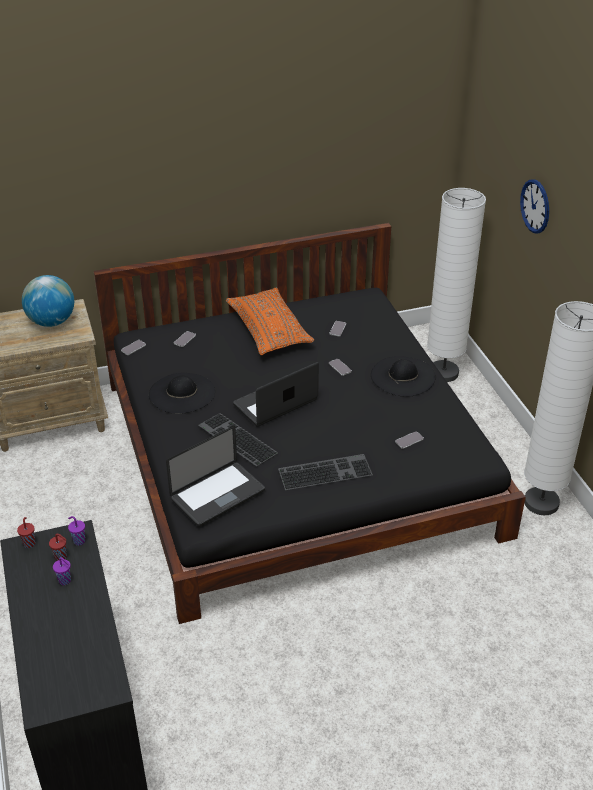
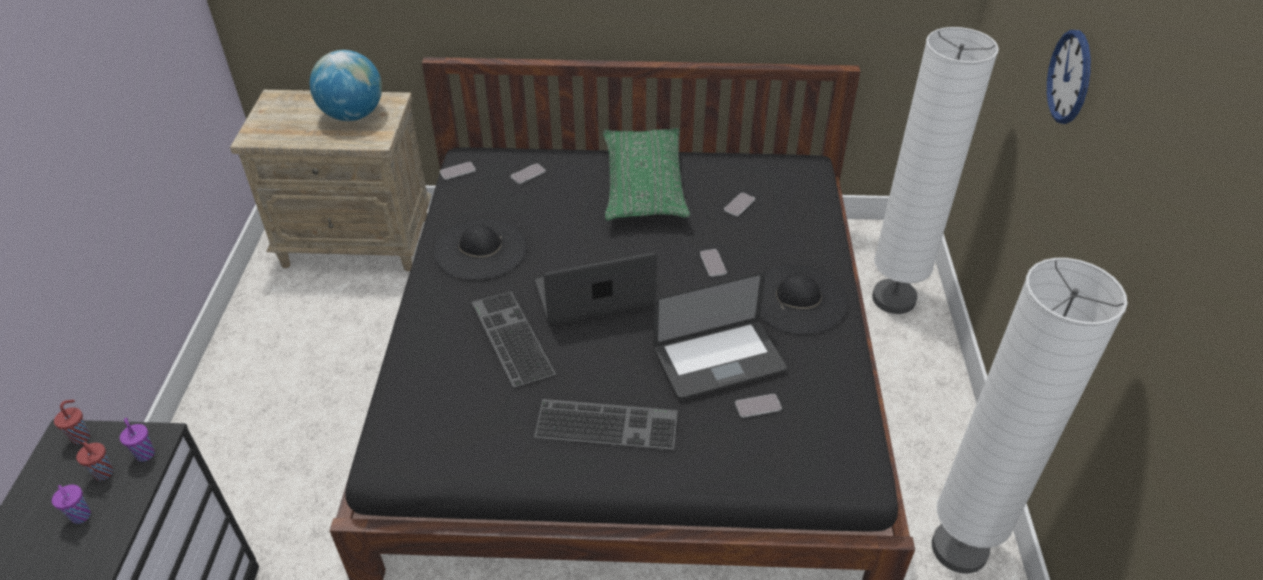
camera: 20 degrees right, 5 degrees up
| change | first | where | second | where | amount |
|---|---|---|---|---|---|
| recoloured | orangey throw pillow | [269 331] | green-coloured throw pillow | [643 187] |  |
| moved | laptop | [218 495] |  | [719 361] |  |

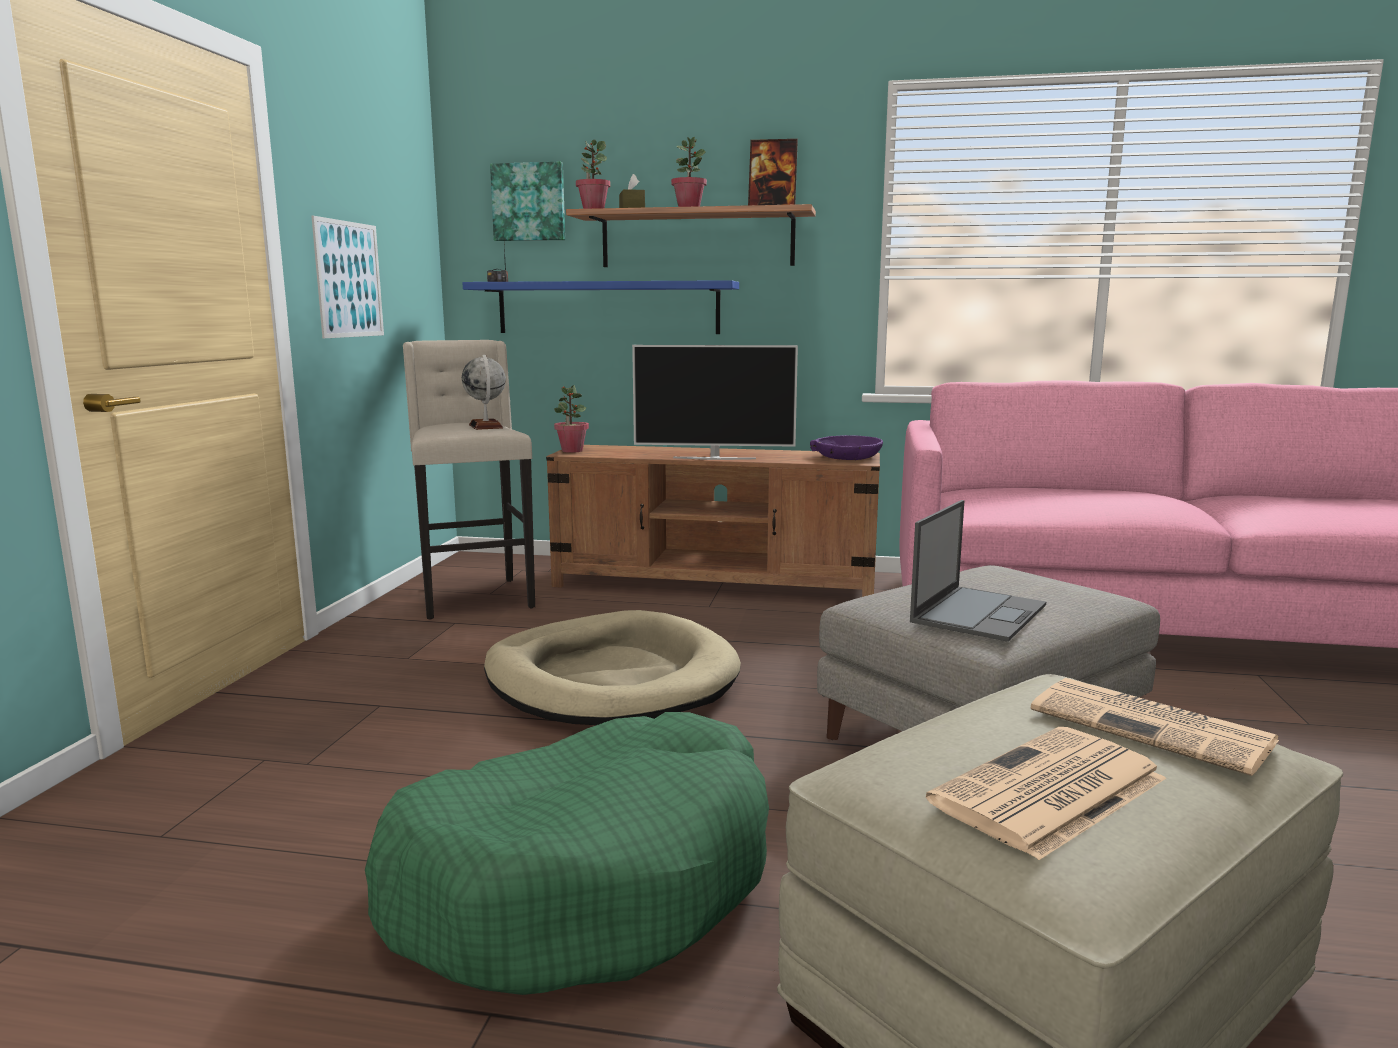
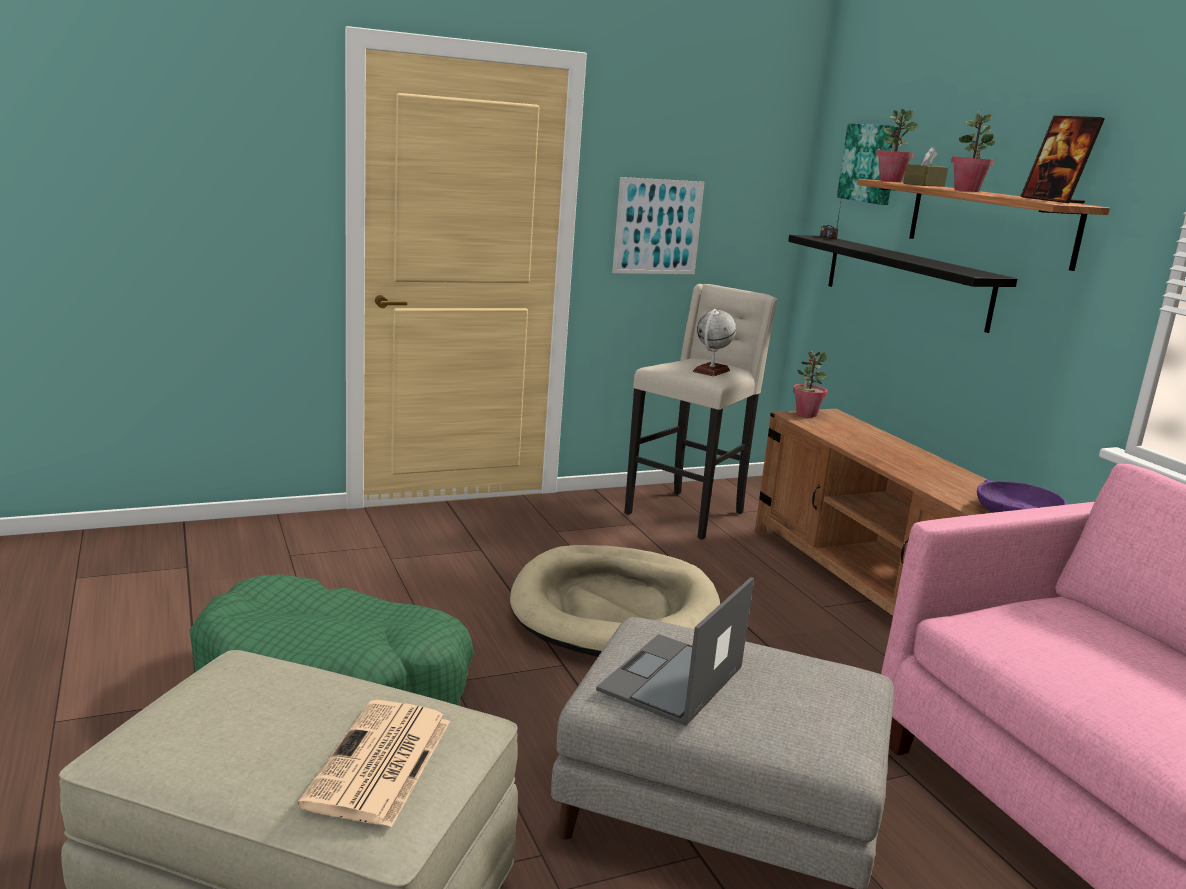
camera: 55 degrees right, 5 degrees up
| change | first | where | second | where | amount |
|---|---|---|---|---|---|
| turned | laptop | [979 613] |  | [671 680] | 120 degrees clockwise |
| recoloured | blue shelf | [607 308] | black-coloured shelf | [905 281] |  |
| removed | television | [714 458] |  |  |  |
| removed | daily paper | [1048 792] |  |  |  |

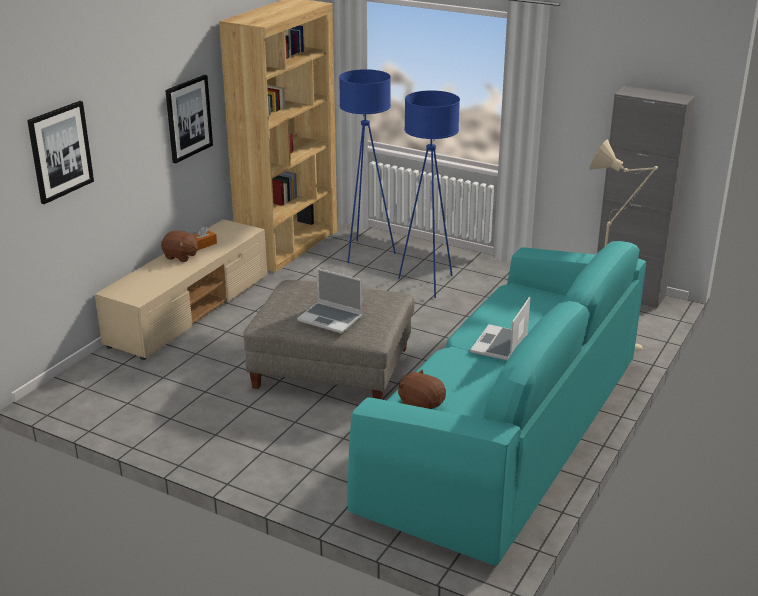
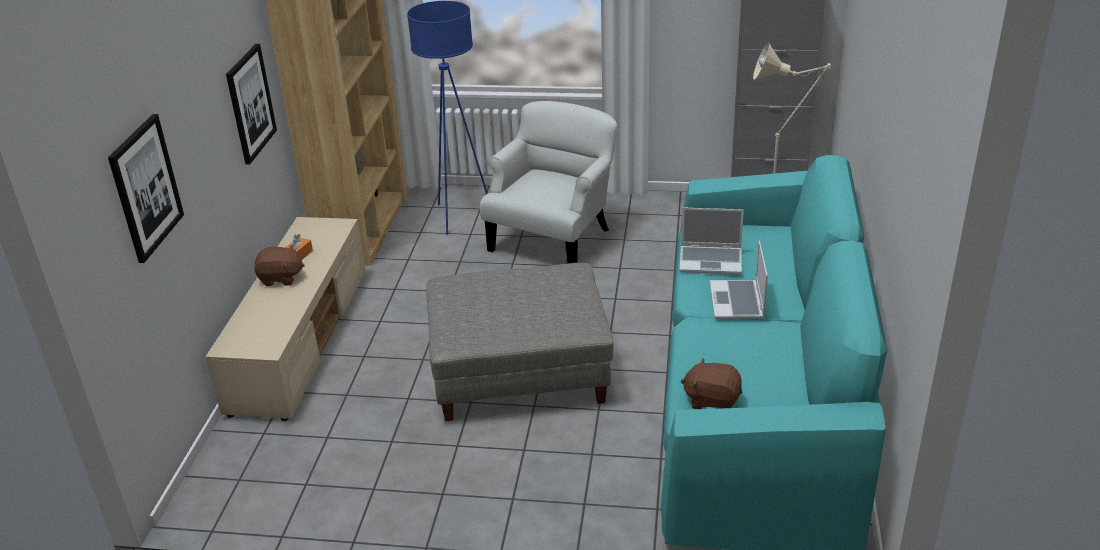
camera: 20 degrees left, 5 degrees up
| change | first | where | second | where | amount |
|---|---|---|---|---|---|
| replaced | blue standard lamp | [428 283] | whitish lounge chair | [553 239] |  |
| moved | laptop | [331 319] |  | [711 261] |  |

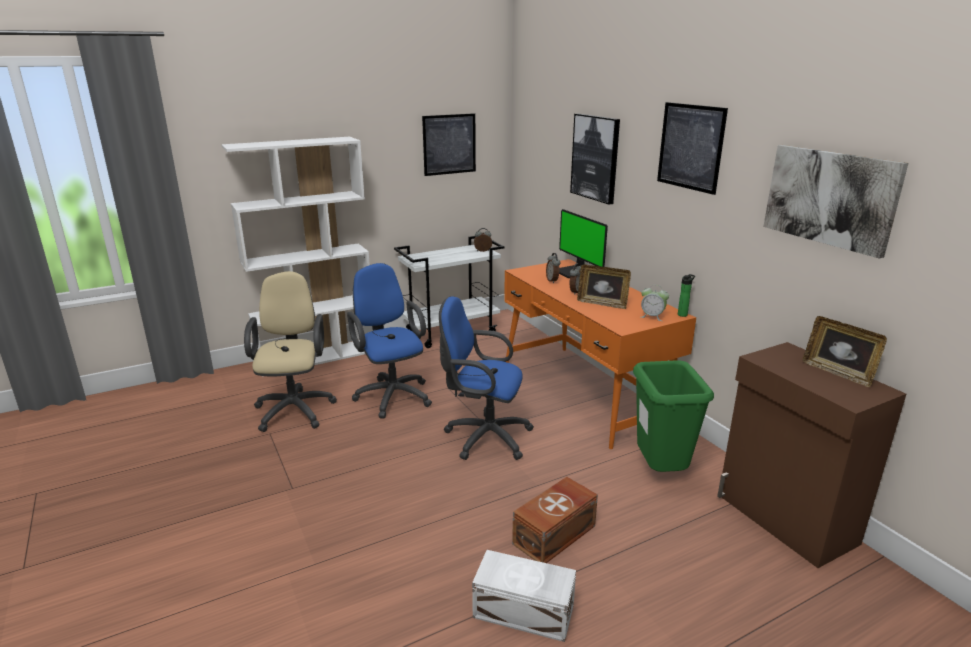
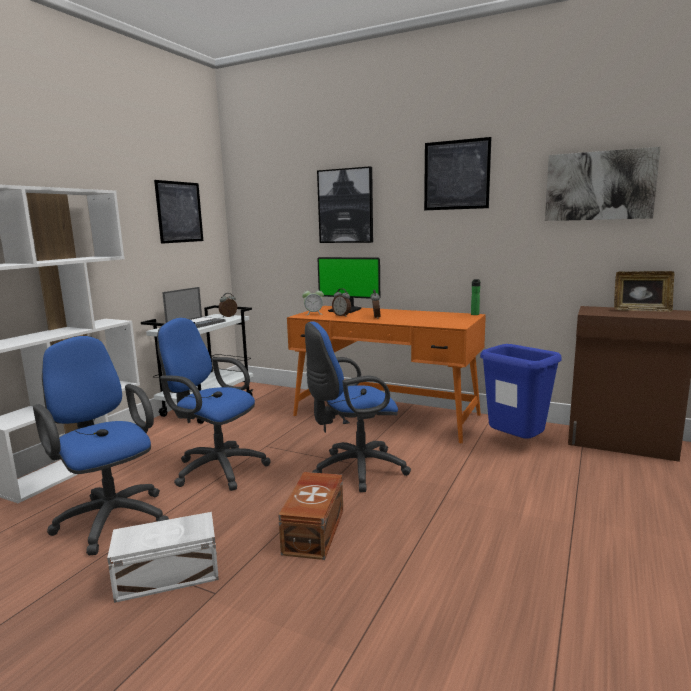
camera: 35 degrees left, 10 degrees down
| change | first | where | second | where | amount |
|---|---|---|---|---|---|
| recoloured | beige-coloured computer chair | [295 408] | blue computer chair | [111 517] |  |
| moved | whitish storage box | [524 612] |  | [169 576] |  |
| added |  |  | laptop | [196 323] |  |
| moved | brown-coloured storage box | [556 535] |  | [315 530] |  |
| moved | alarm clock | [652 317] |  | [313 314] |  |
| recoloured | green-coloured waste bin | [660 473] | blue waste bin | [515 445] |  |
| removed | picture frame | [602 303] |  |  |  |

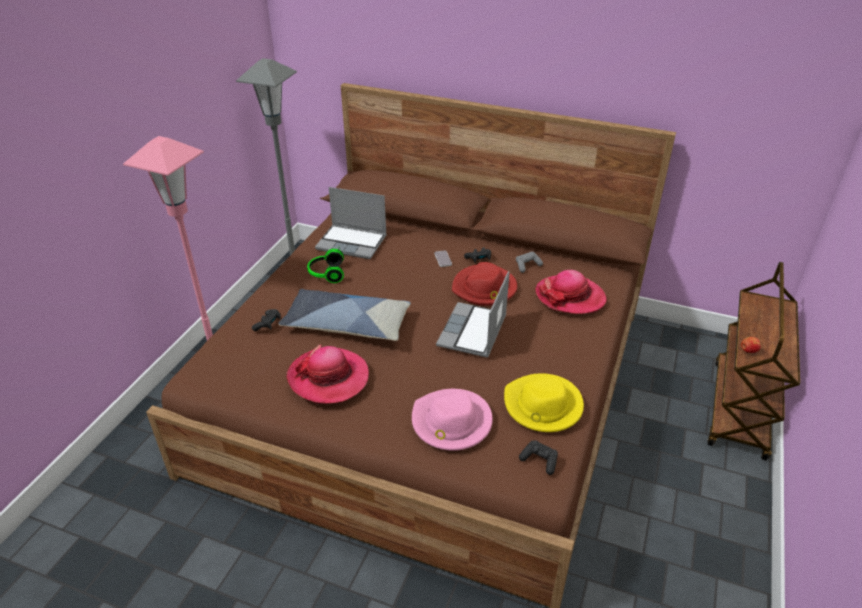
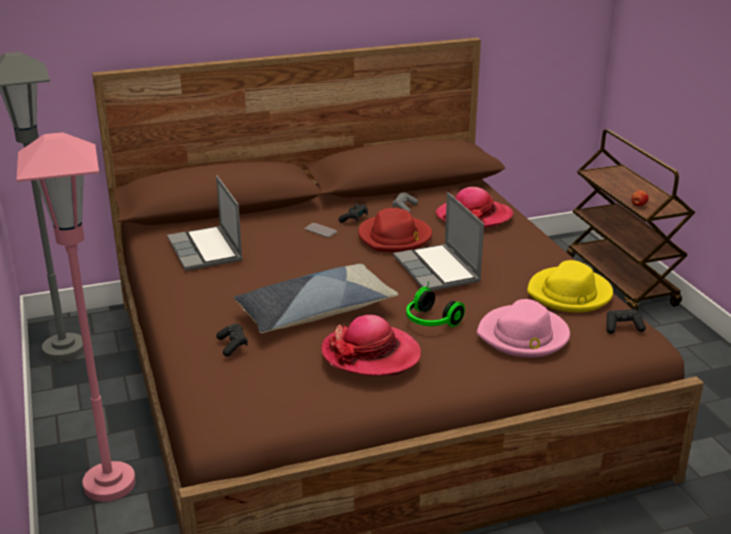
camera: 40 degrees left, 10 degrees down
| change | first | where | second | where | amount |
|---|---|---|---|---|---|
| turned | laptop | [353 242] |  | [206 250] | 90 degrees clockwise |
| moved | headphones | [326 273] |  | [430 322] |  |

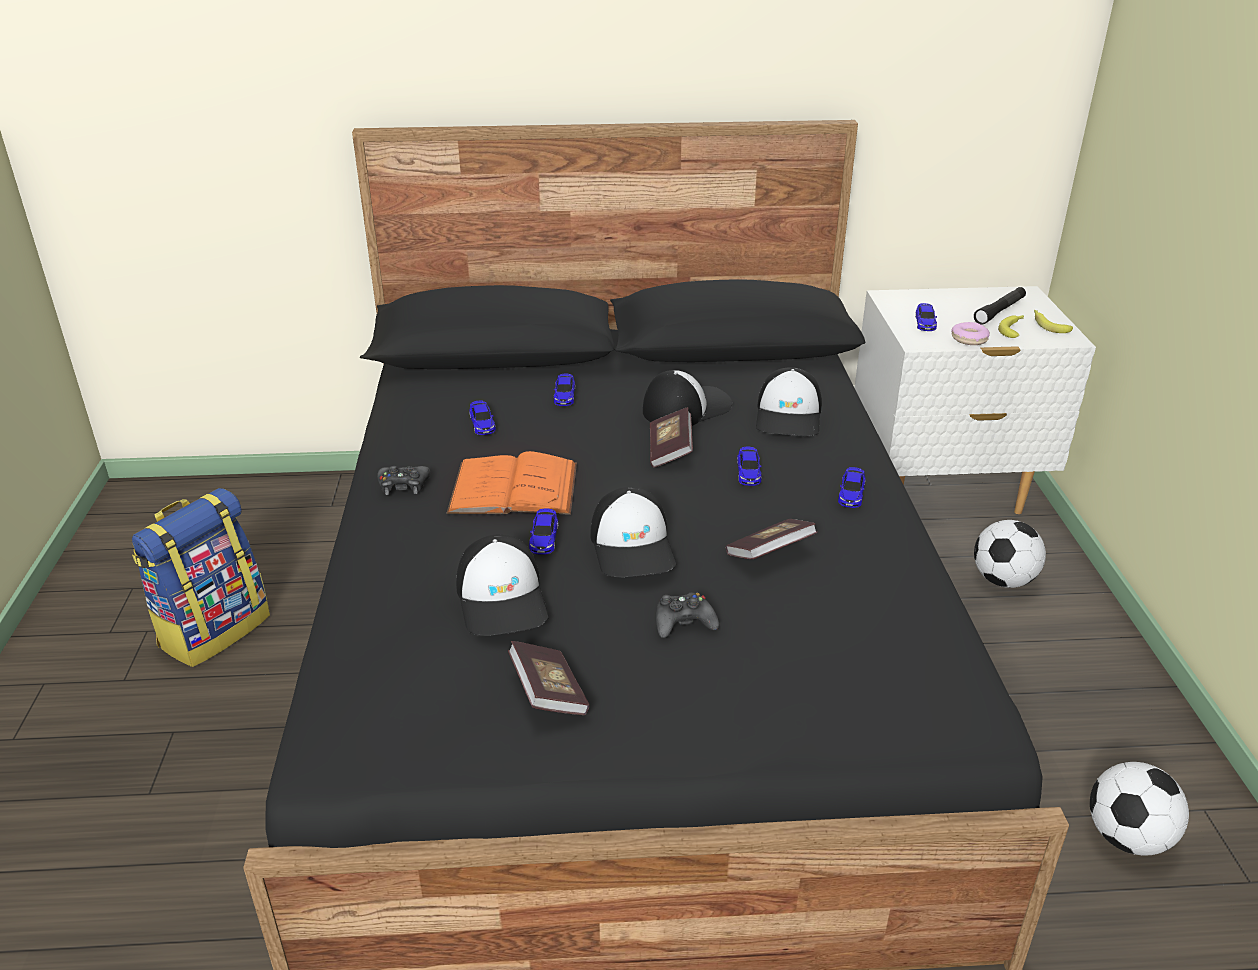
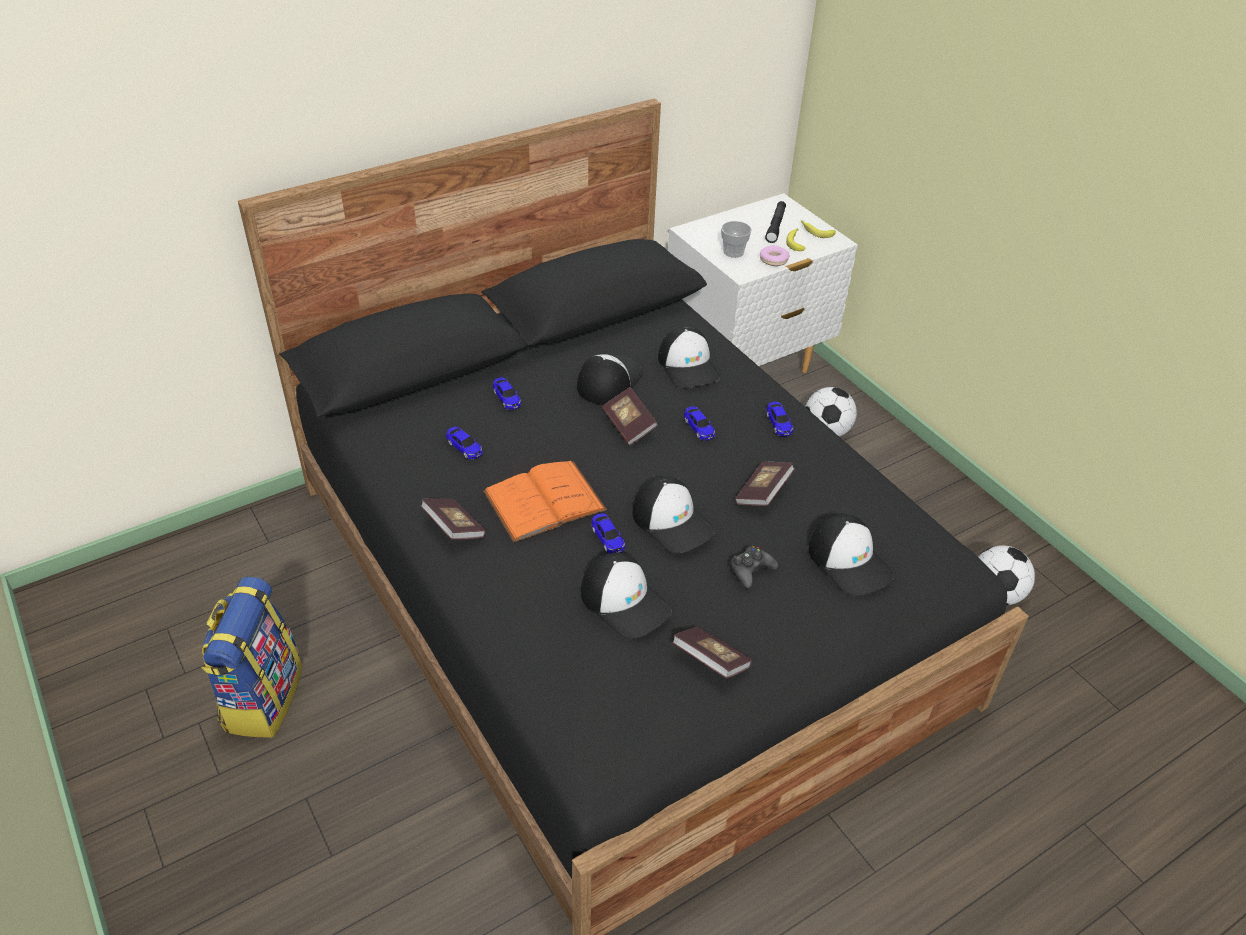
camera: 30 degrees left, 10 degrees up
| change | first | where | second | where | amount |
|---|---|---|---|---|---|
| replaced | black-coloured joypad | [403 485] | book | [454 528] |  |
| replaced | toy car | [925 323] | cup | [733 252] |  |
| added |  |  | baseball cap | [850 562] |  |

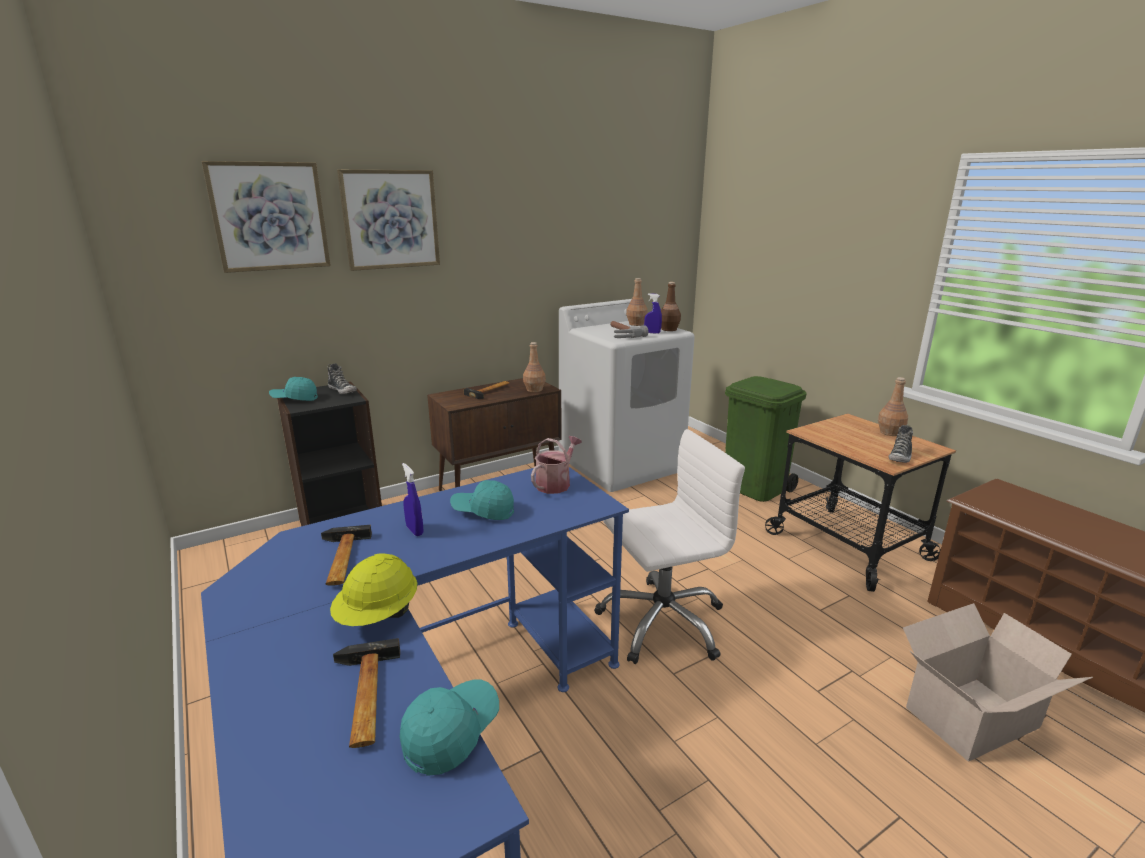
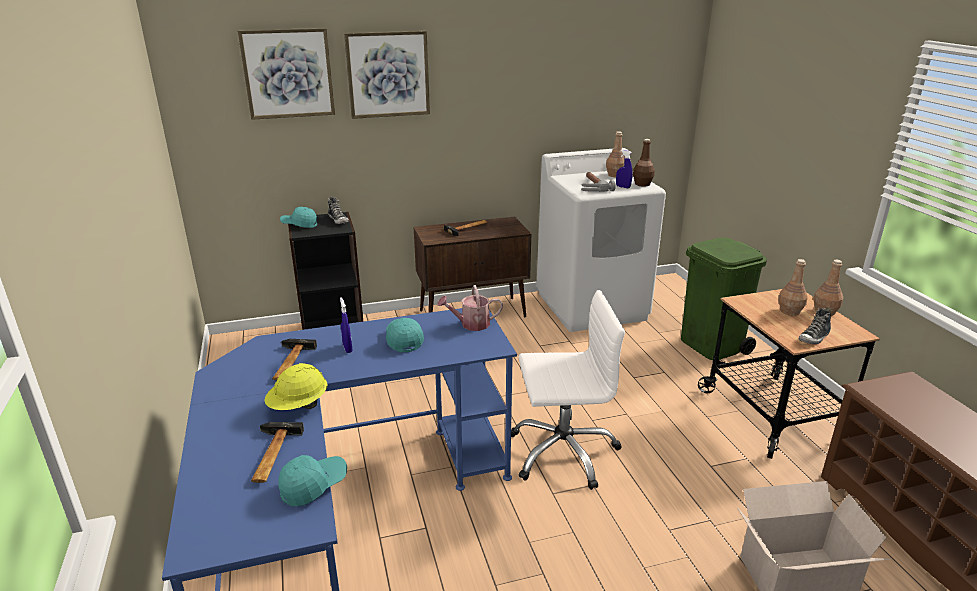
camera: 15 degrees right, 5 degrees up
| change | first | where | second | where | amount |
|---|---|---|---|---|---|
| turned | turquoise-coloured baseball cap | [483 511] |  | [403 340] | 45 degrees clockwise |
| turned | sprinkling can | [556 483] |  | [471 324] | 150 degrees counterclockwise |
| moved | brown-coloured beverage bottle | [534 389] |  | [790 311] |  |

